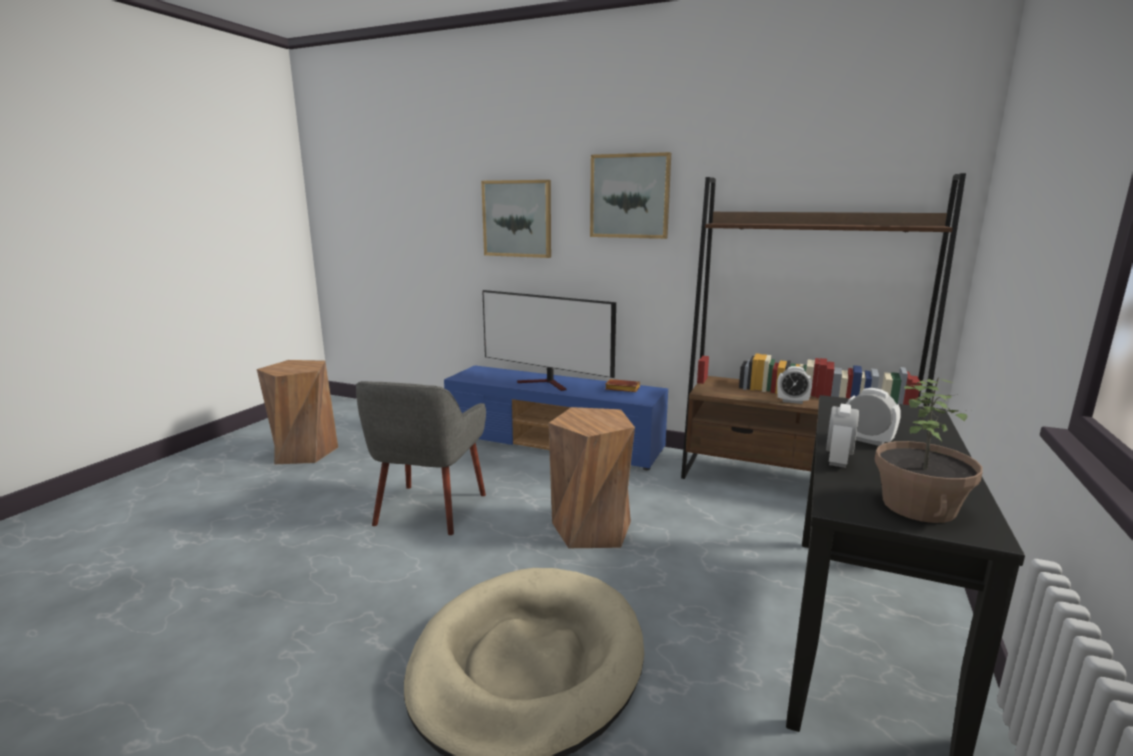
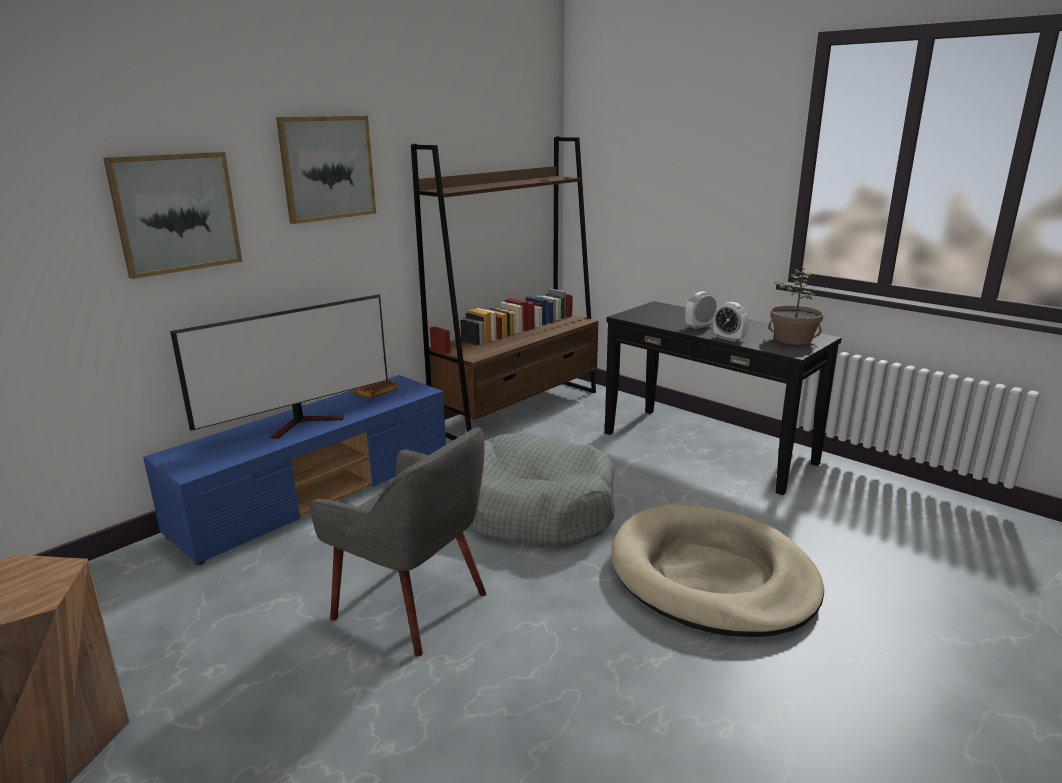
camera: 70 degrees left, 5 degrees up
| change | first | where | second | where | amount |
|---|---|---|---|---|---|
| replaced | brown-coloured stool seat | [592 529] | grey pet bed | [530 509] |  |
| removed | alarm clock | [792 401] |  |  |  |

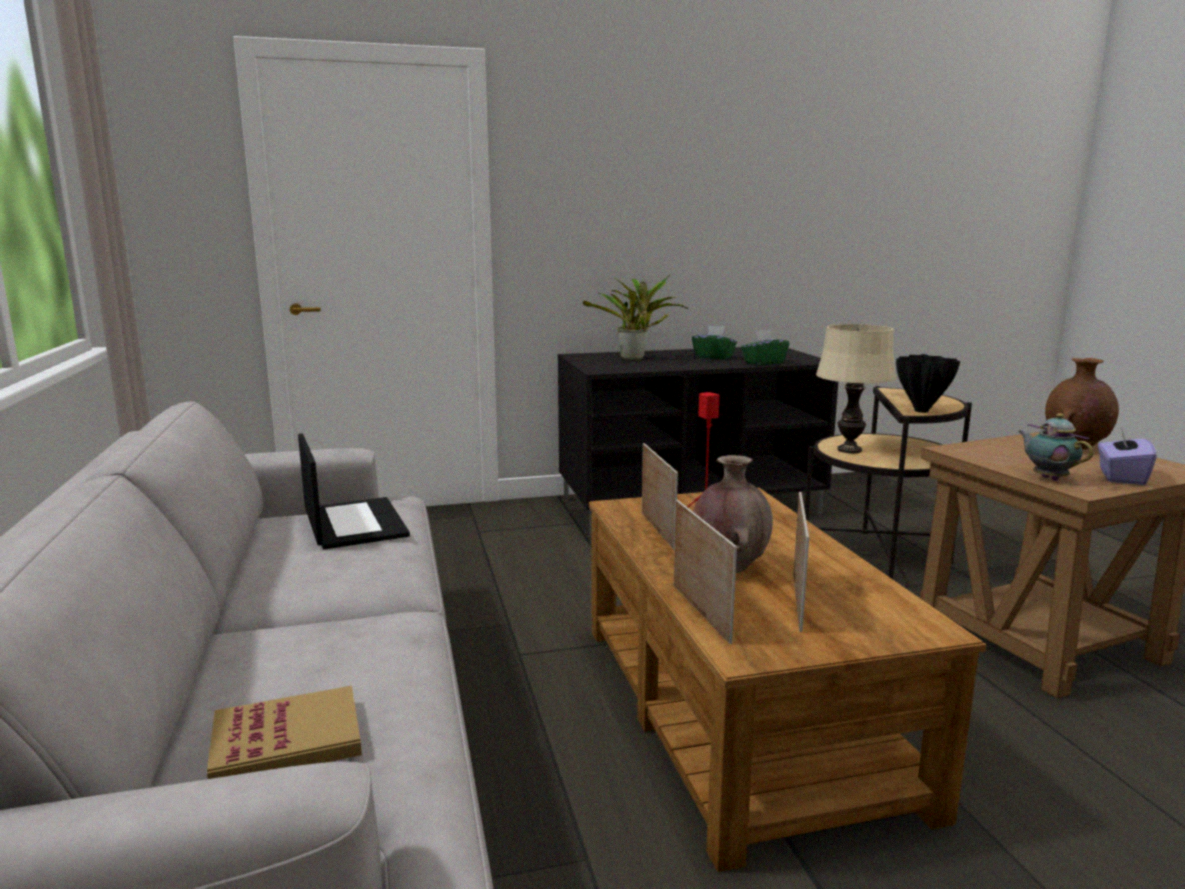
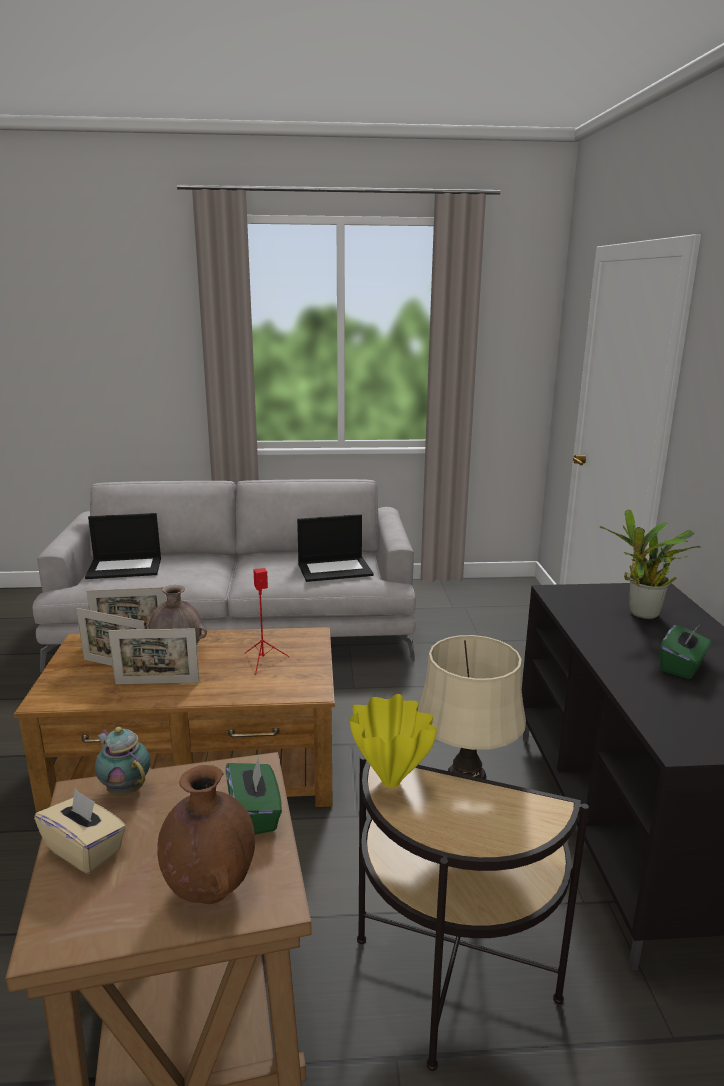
camera: 100 degrees right, 5 degrees up
| change | first | where | second | where | amount |
|---|---|---|---|---|---|
| recoloured | purple tissue box | [1120 477] | beige-coloured tissue box | [85 849] |  |
| replaced | book | [287 740] | laptop | [125 567] |  |
| turned | pot for tea | [1048 478] |  | [125 789] | 120 degrees counterclockwise |
| moved | picture frame | [657 530] |  | [157 683] |  |
| moved | green-coloured tissue box | [763 363] |  | [254 814] |  |
| recoloured | black-coloured flower vase | [921 411] | yellow-coloured flower vase | [389 781] |  |

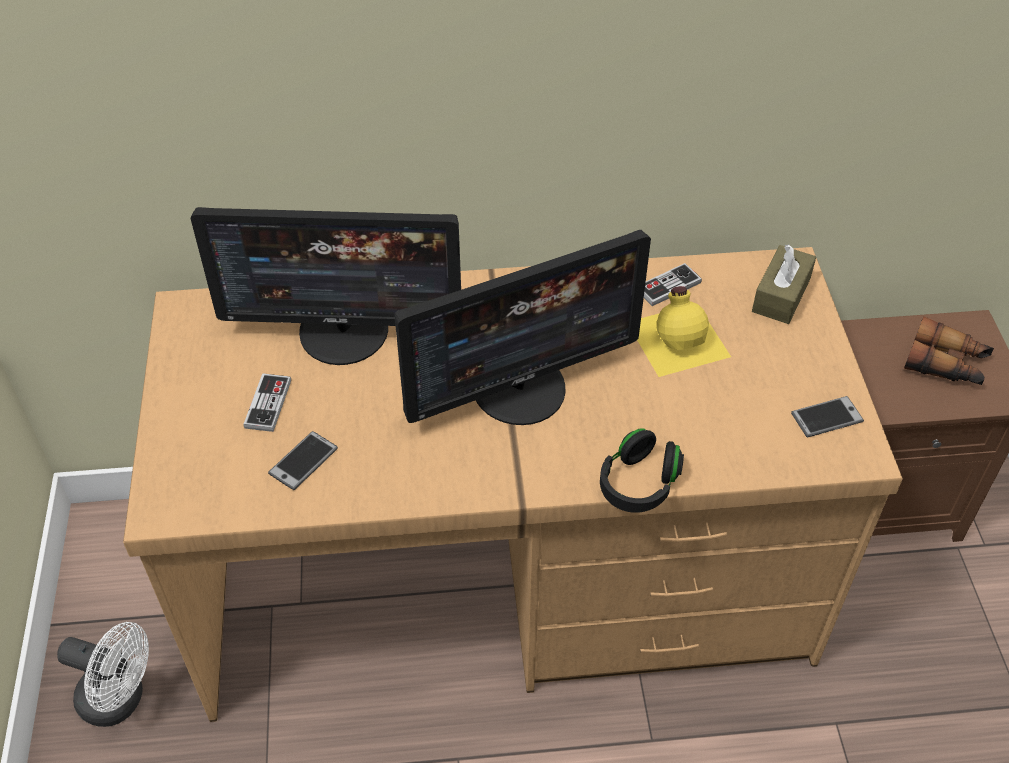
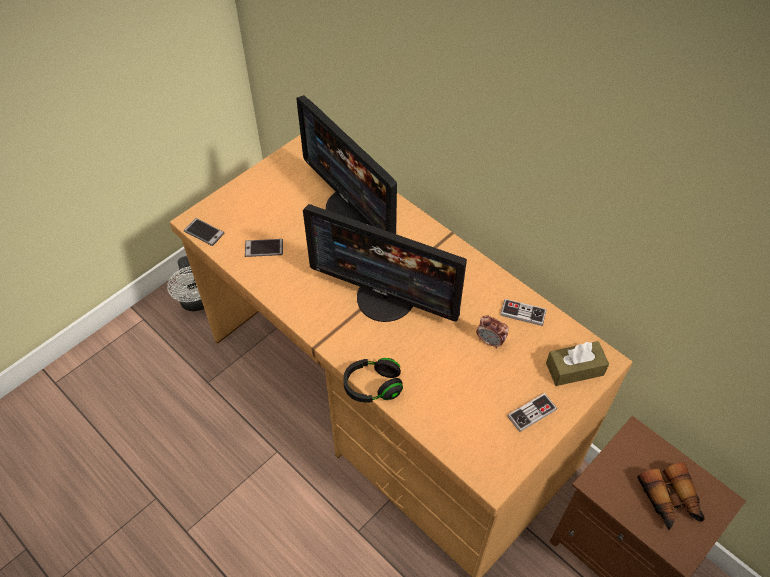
camera: 50 degrees right, 5 degrees up
| change | first | where | second | where | amount |
|---|---|---|---|---|---|
| moved | telephone | [826 417] |  | [204 232] |  |
| replaced | yellow-coloured beverage bottle | [679 337] | alarm clock | [490 341] |  |
| moved | joypad | [268 404] |  | [532 413] |  |

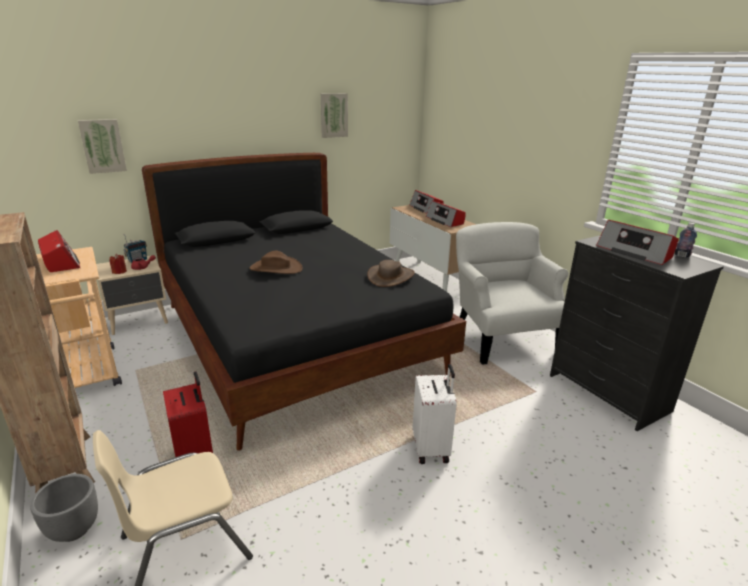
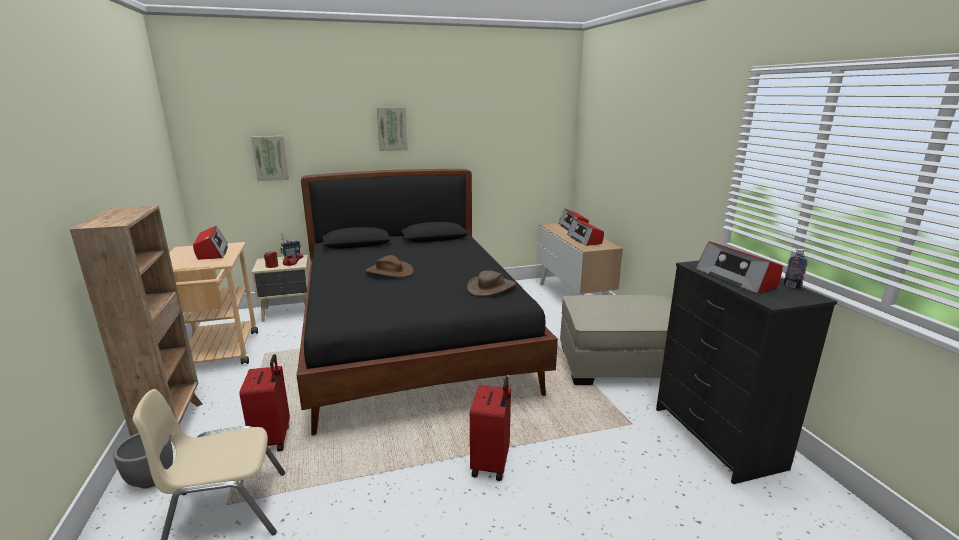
camera: 15 degrees right, 5 degrees down
| change | first | where | second | where | amount |
|---|---|---|---|---|---|
| moved | picture | [333 115] |  | [392 129] |  |
| recoloured | whitish suitcase | [432 448] | reddish suitcase | [491 464] |  |
| replaced | whitish lounge chair | [501 338] | beige-coloured pouffe | [620 364] |  |

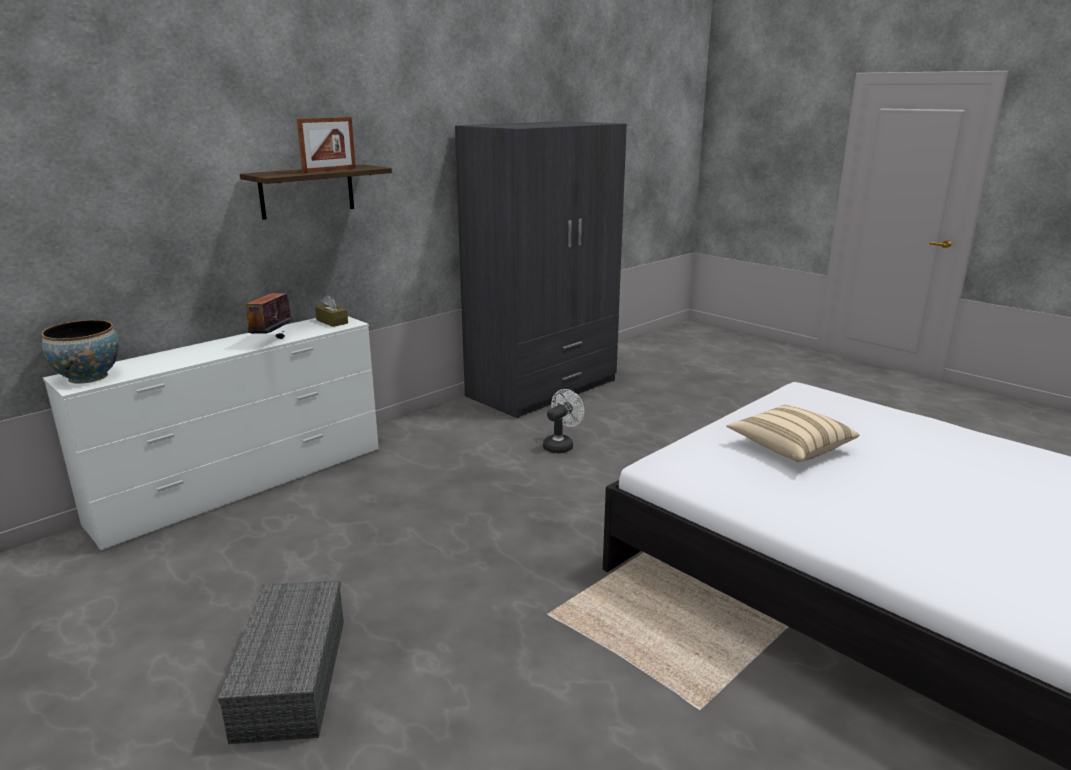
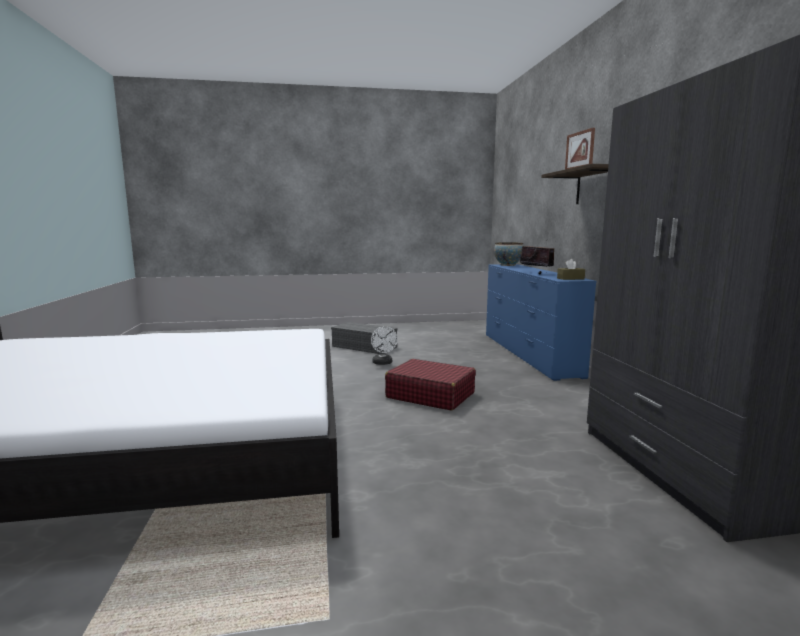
camera: 125 degrees right, 10 degrees down
| change | first | where | second | where | amount |
|---|---|---|---|---|---|
| moved | whitish cooling fan | [561 445] |  | [383 363] |  |
| added |  |  | reddish suitcase | [430 395] |  |
| recoloured | whitish dresser | [245 485] | blue dresser | [528 354] |  |
| removed | beige-coloured throw pillow | [789 448] |  |  |  |

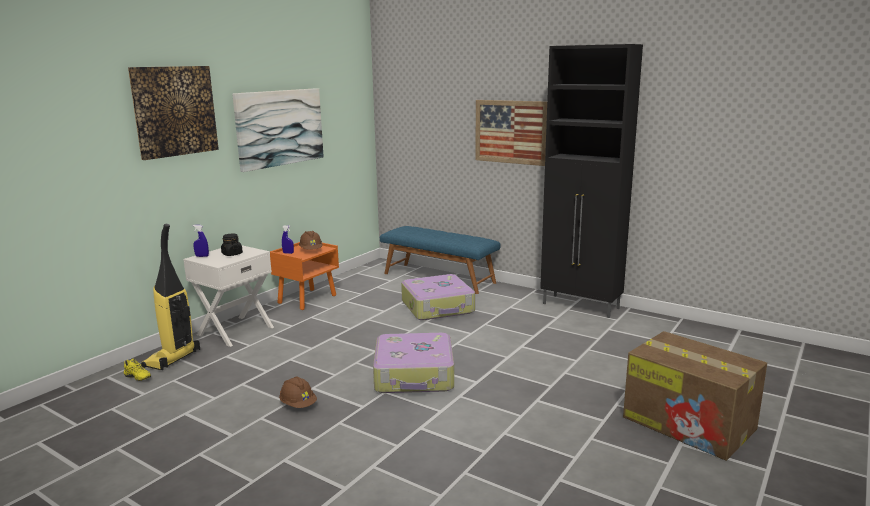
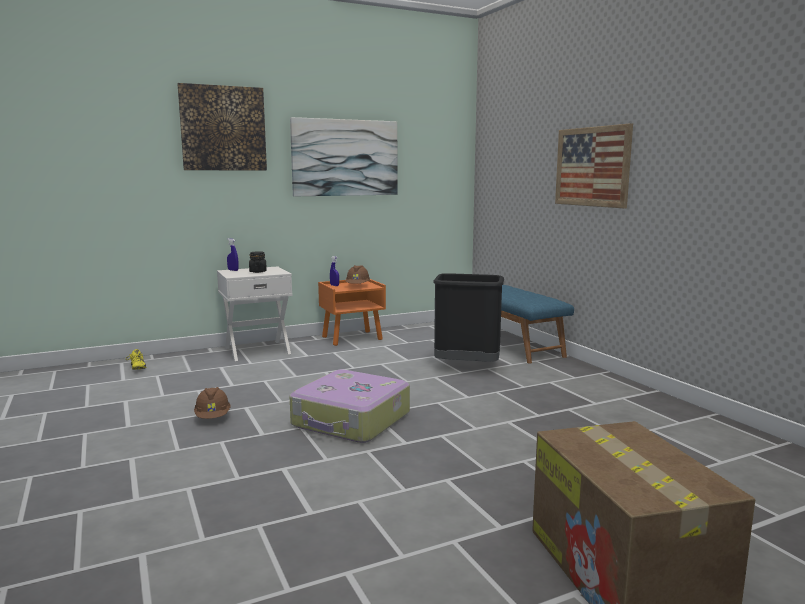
camera: 30 degrees right, 5 degrees down
| change | first | where | second | where | amount |
|---|---|---|---|---|---|
| replaced | suitcase | [438 307] | black-coloured waste bin | [467 367] |  |
| removed | vacuum | [172 359] |  |  |  |
| removed | black-coloured cupboard | [581 306] |  |  |  |

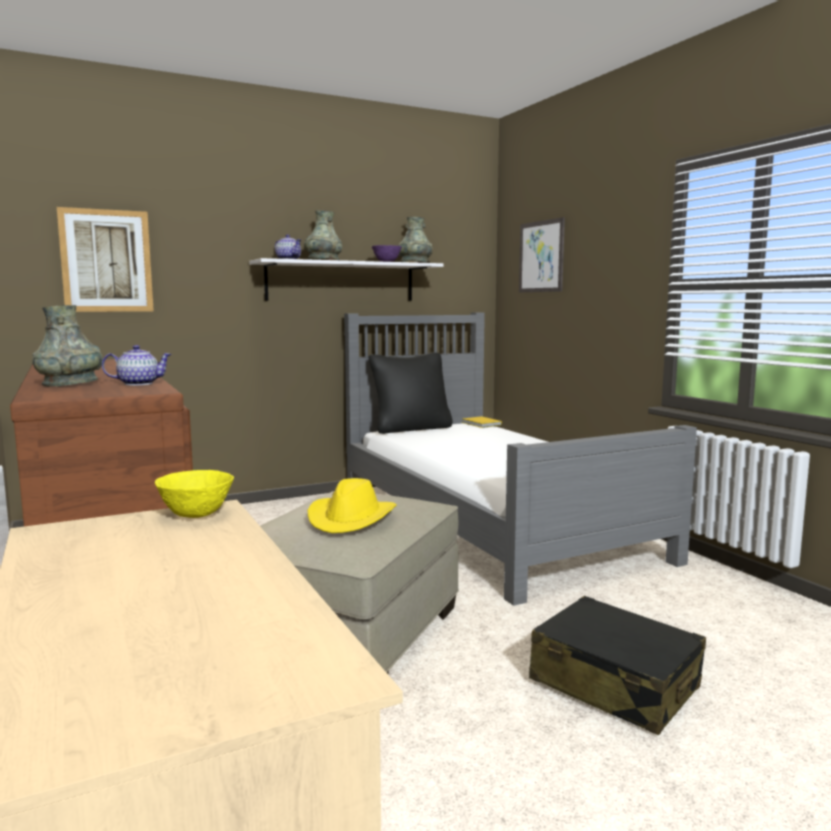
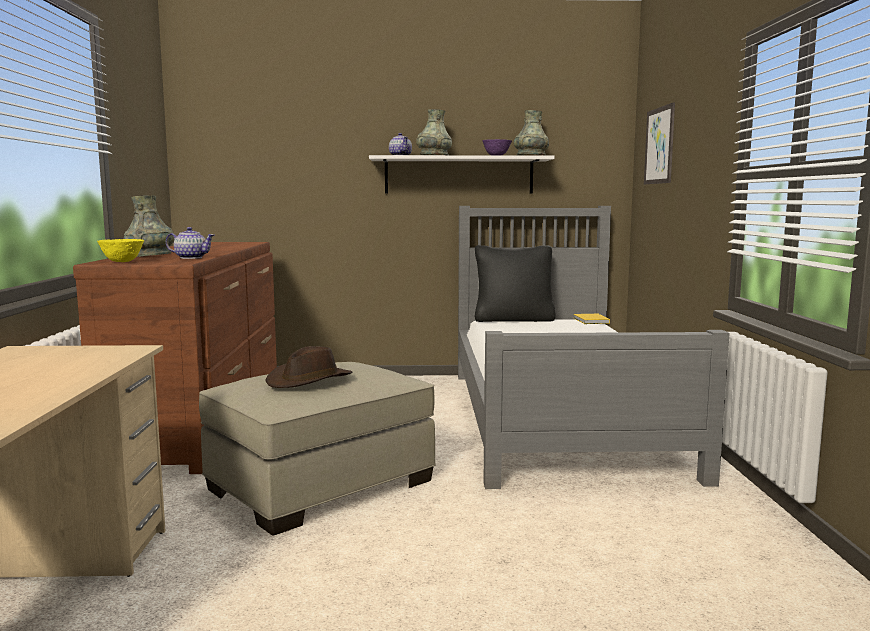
camera: 25 degrees right, 0 degrees up
| change | first | where | second | where | amount |
|---|---|---|---|---|---|
| moved | yellow-coloured serving bowl | [196 515] |  | [122 262] |  |
| recoloured | yellow-coloured wearable hat | [352 518] | brown-coloured wearable hat | [309 380] |  |
| removed | picture | [106 261] |  |  |  |
| removed | black-coloured suitcase | [614 684] |  |  |  |

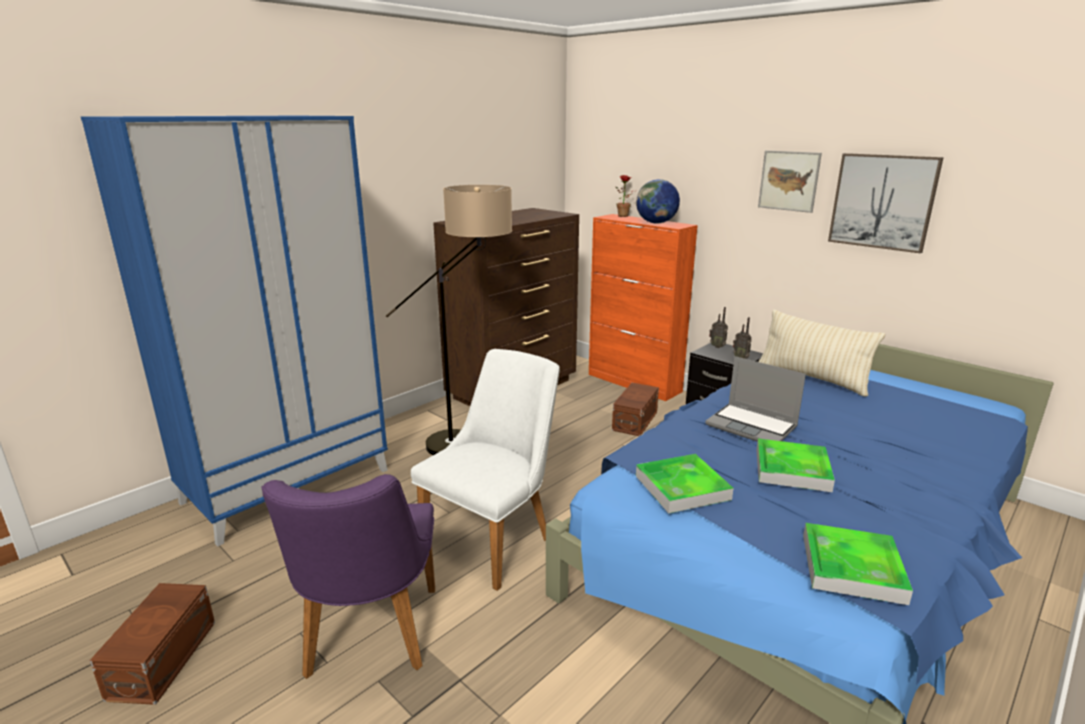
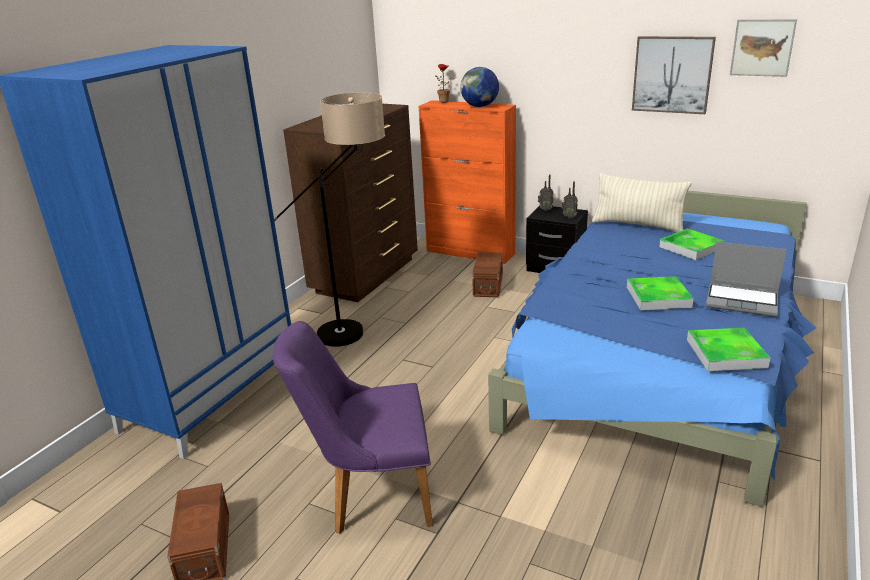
camera: 15 degrees left, 5 degrees up
| change | first | where | second | where | amount |
|---|---|---|---|---|---|
| turned | purple chair | [368 641] |  | [369 495] | 105 degrees clockwise |
| moved | carrying tray | [682 487] |  | [690 247] |  |
| moved | laptop | [752 426] |  | [742 301] |  |
| moved | picture | [789 181] |  | [762 47] |  |
| removed | whitish chair | [496 538] |  |  |  |

